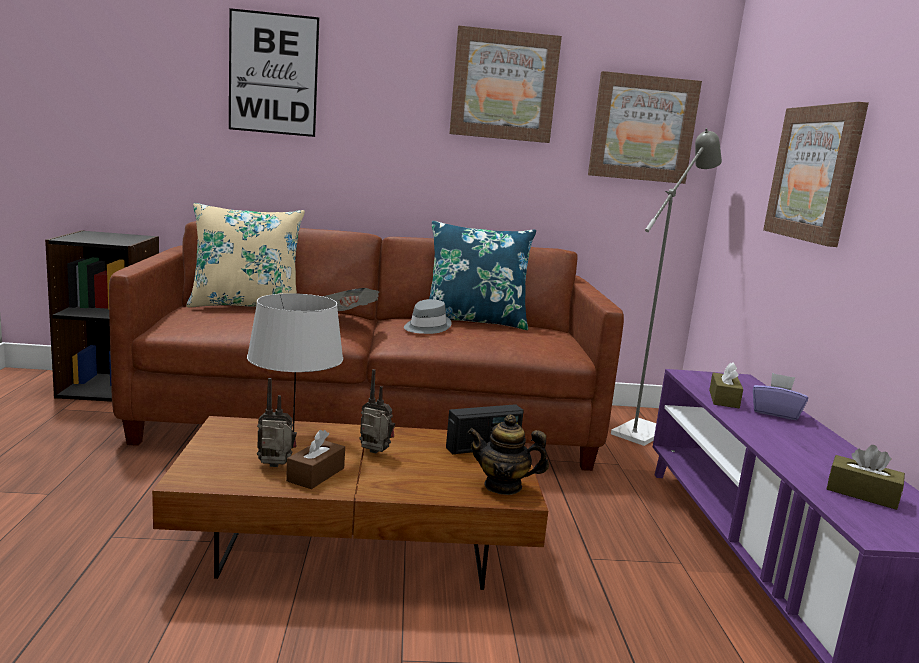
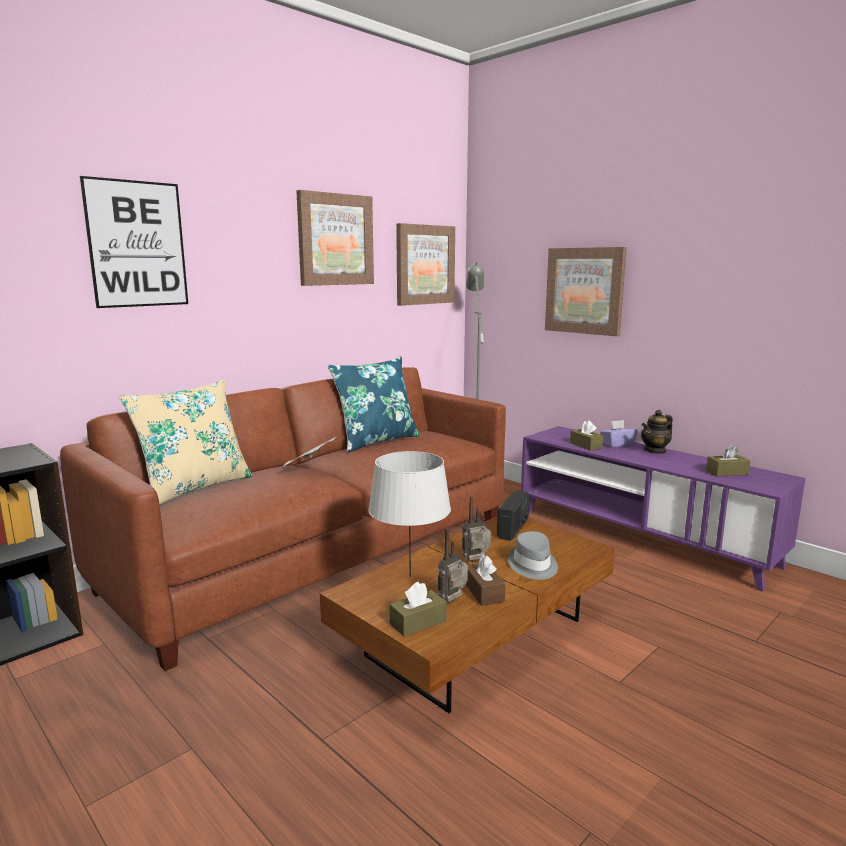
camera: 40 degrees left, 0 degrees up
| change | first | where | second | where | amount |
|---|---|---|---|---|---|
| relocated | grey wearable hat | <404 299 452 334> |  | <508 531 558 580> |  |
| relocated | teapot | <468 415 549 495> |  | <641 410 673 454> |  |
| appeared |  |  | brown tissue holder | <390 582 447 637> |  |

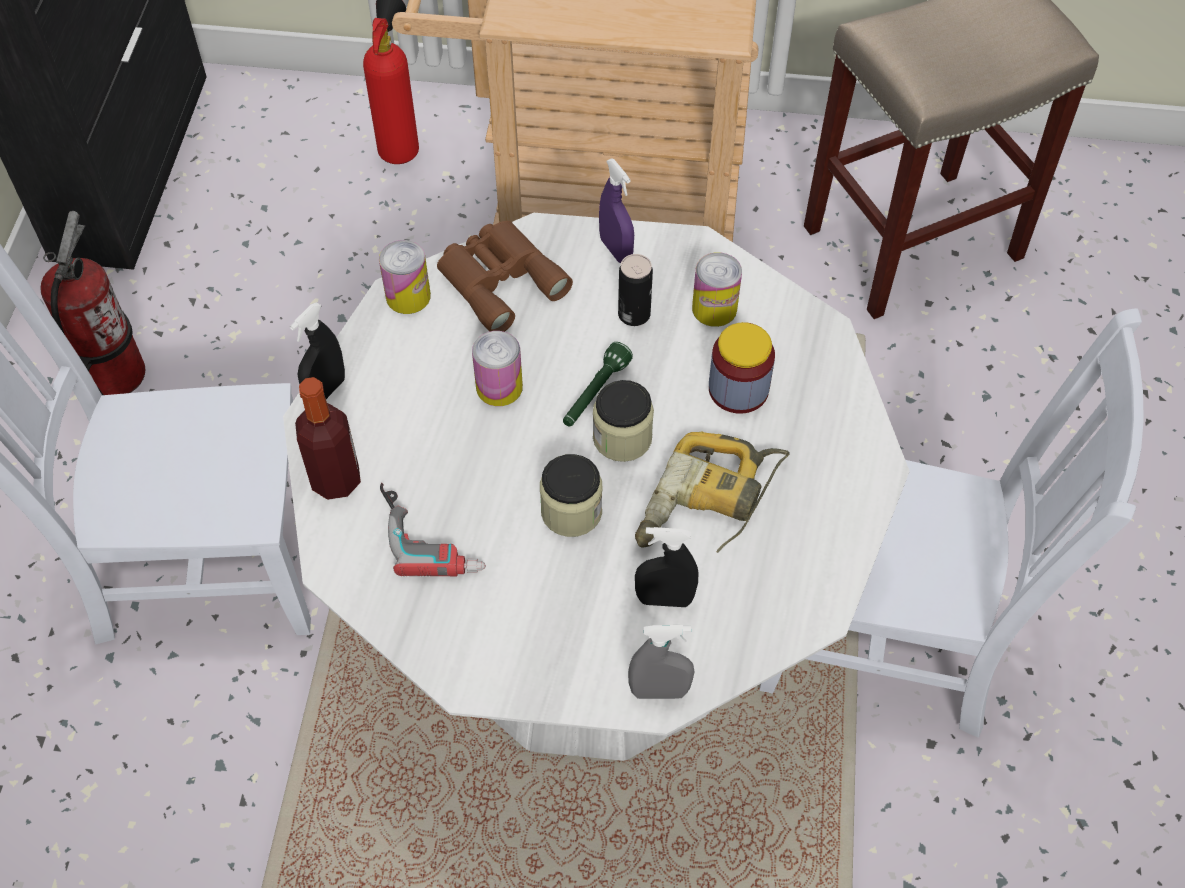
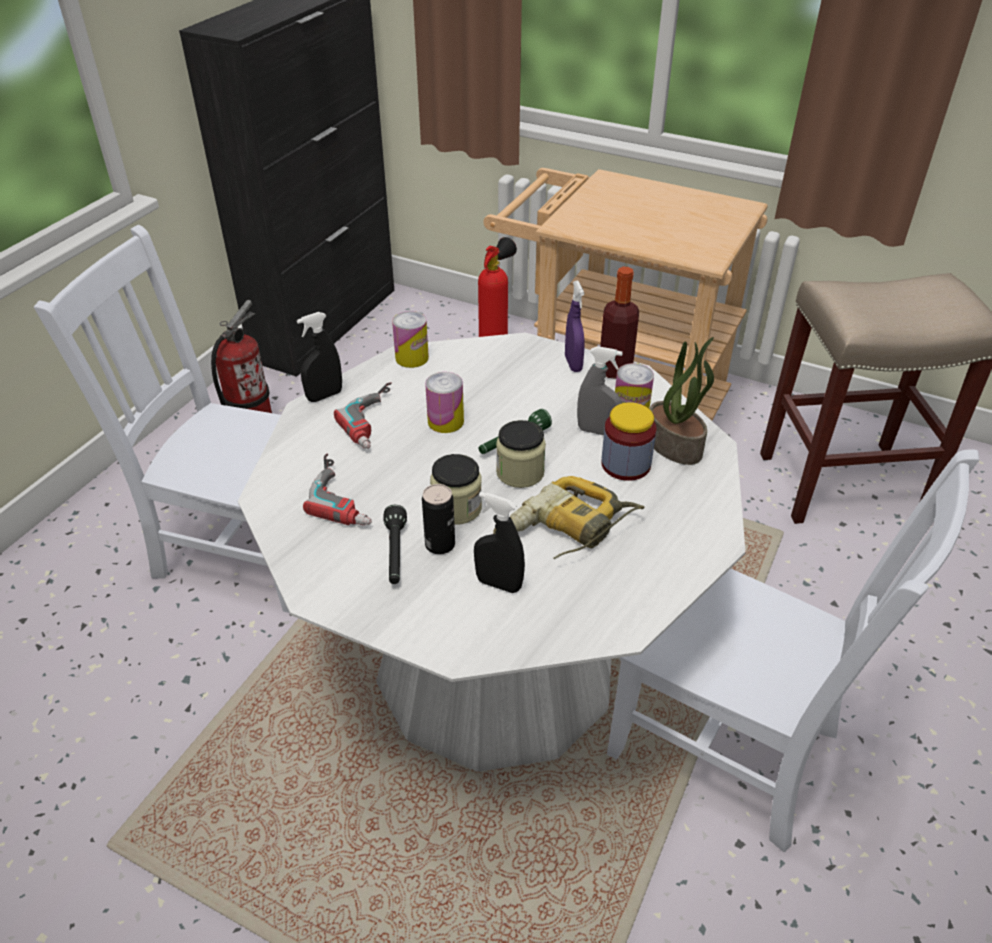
camera: 20 degrees right, 15 degrees down
| change | first | where | second | where | amount |
|---|---|---|---|---|---|
| relocated | bottle | <295 377 361 500> |  | <600 267 639 379> |  |
| missing | brown field glasses | <437 221 573 332> |  |  |  |
| relocated | metal can | <618 254 653 326> |  | <422 484 455 554> |  |
| relocated | grey spray bottle | <628 625 694 699> |  | <577 346 623 435> |  |
| appeared |  |  | power drill | <334 382 392 449> |  |
| appeared |  |  | blackish flashlight | <383 505 407 584> |  |
| appeared |  |  | houseplant | <650 337 714 465> |  |

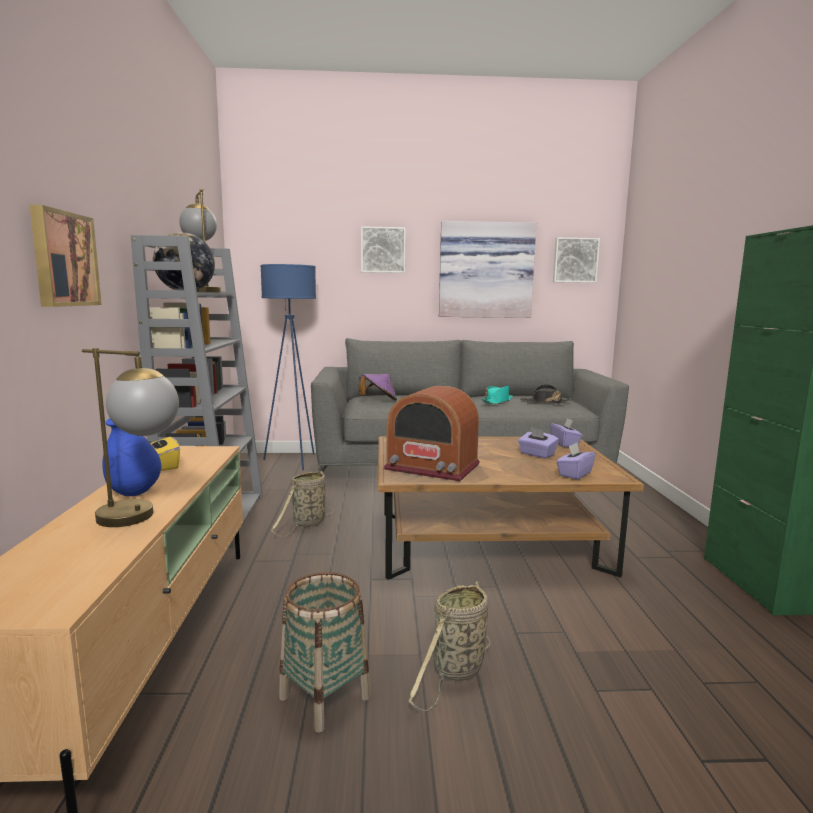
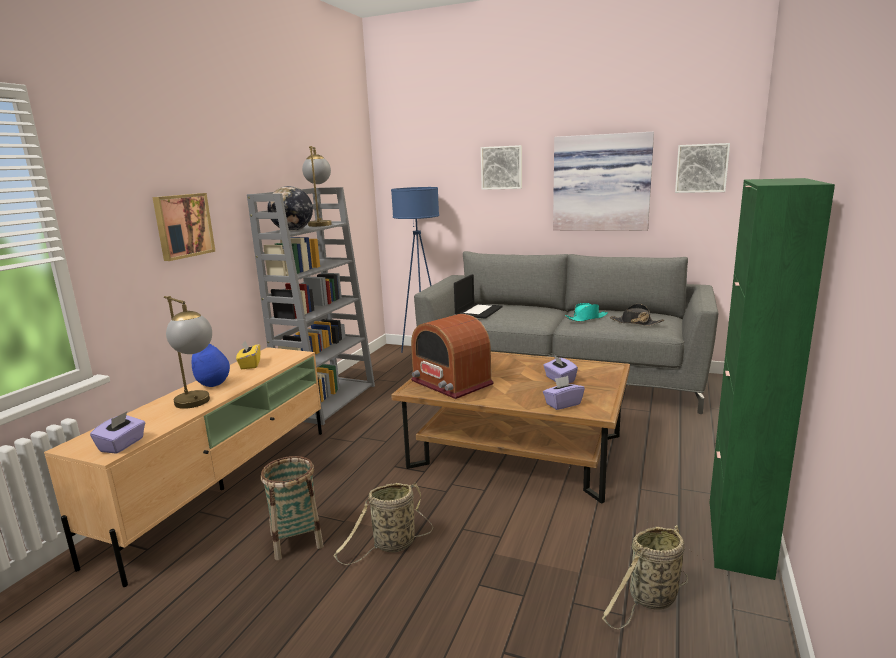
camera: 25 degrees right, 5 degrees up
| change | first | where | second | where | amount |
|---|---|---|---|---|---|
| relocated | storage basket | <271 470 333 536> |  | <602 525 688 629> |  |
| exchanged | purple wearable hat | <359 374 397 401> | notebook computer | <454 274 502 319> |  |
| relocated | purple tissue holder | <550 418 582 447> |  | <90 412 145 454> |  |

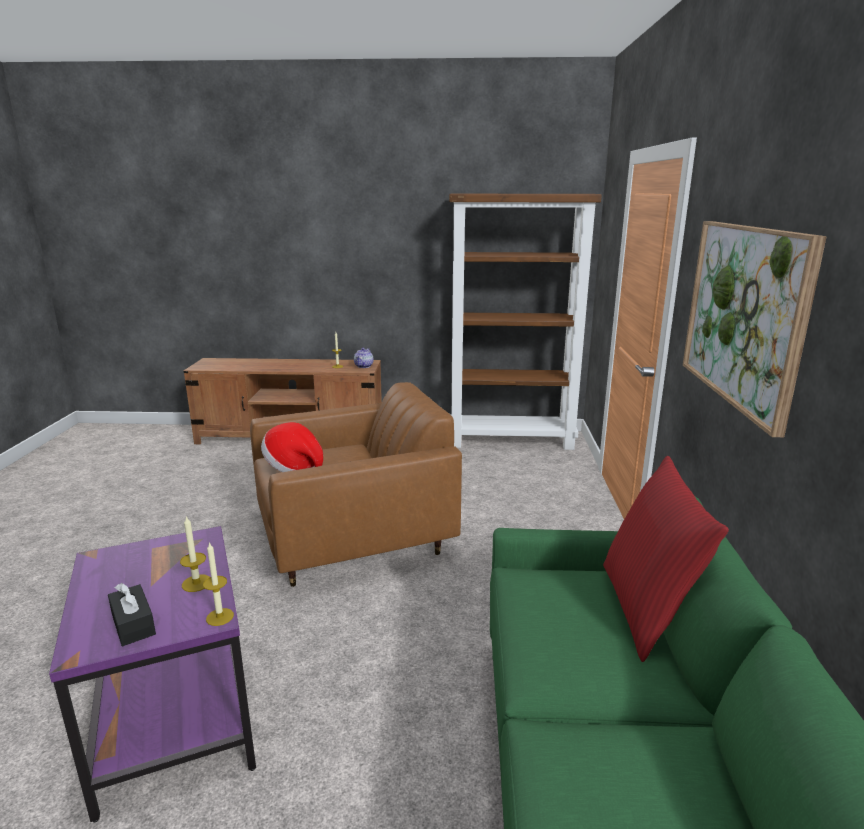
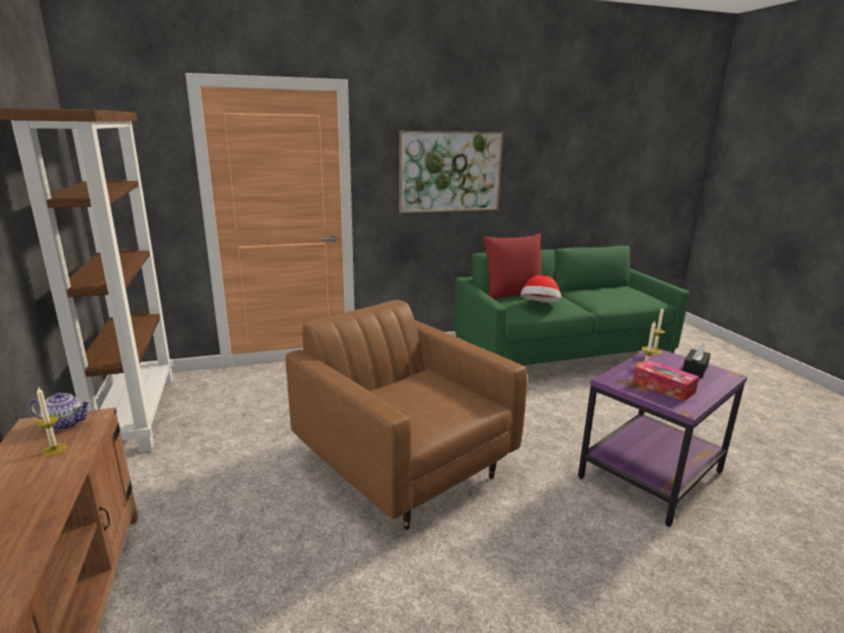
camera: 110 degrees left, 0 degrees up
| change | first | where | second | where | amount |
|---|---|---|---|---|---|
| relocated | wearable hat | <261 422 323 472> |  | <521 275 561 302> |  |
| appeared |  |  | tissue holder | <633 360 699 401> |  |

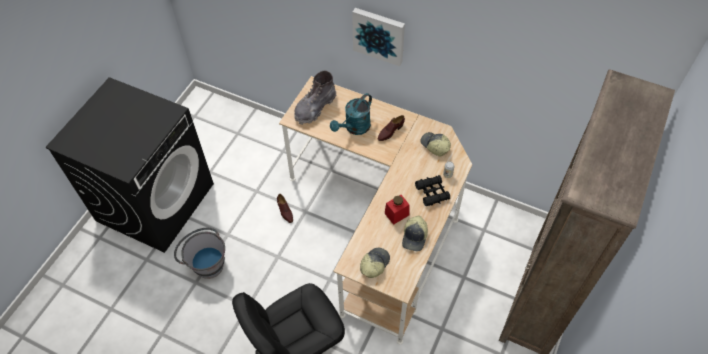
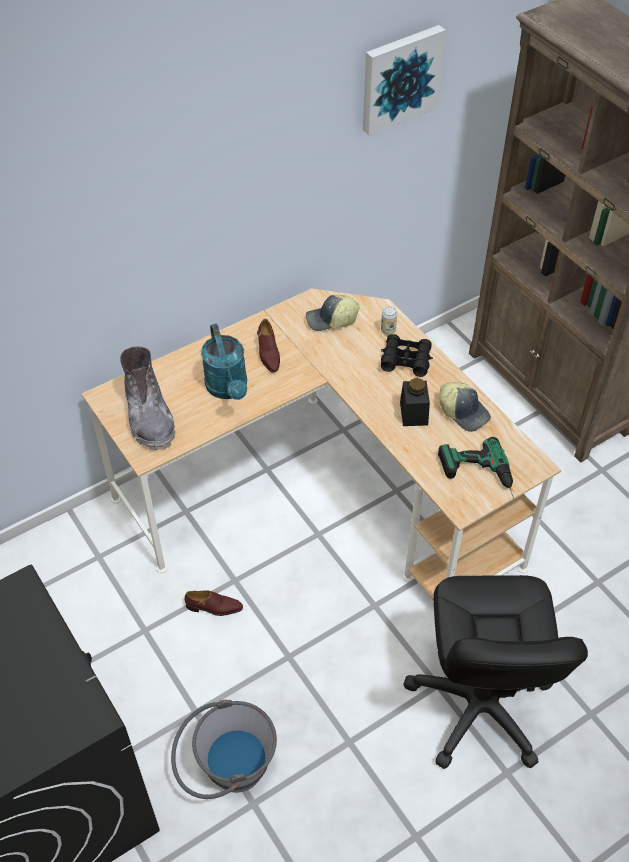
camera: 60 degrees left, 5 degrees down
| change | first | where | second | where | amount |
|---|---|---|---|---|---|
| relocated | wall picture | <352 8 405 66> |  | <363 25 446 135> |  |
| exchanged | baseball cap | <360 248 390 278> | power drill | <438 437 514 499> |  |
| colour | reddish storage jar | <385 195 410 225> | blackish storage jar | <400 378 430 426> |  |

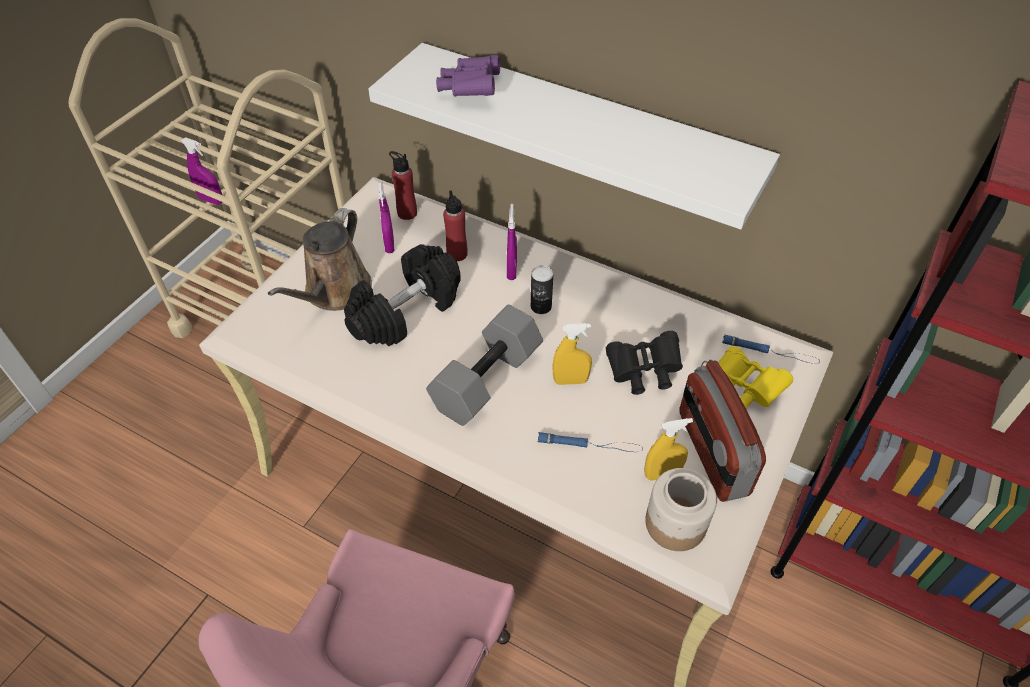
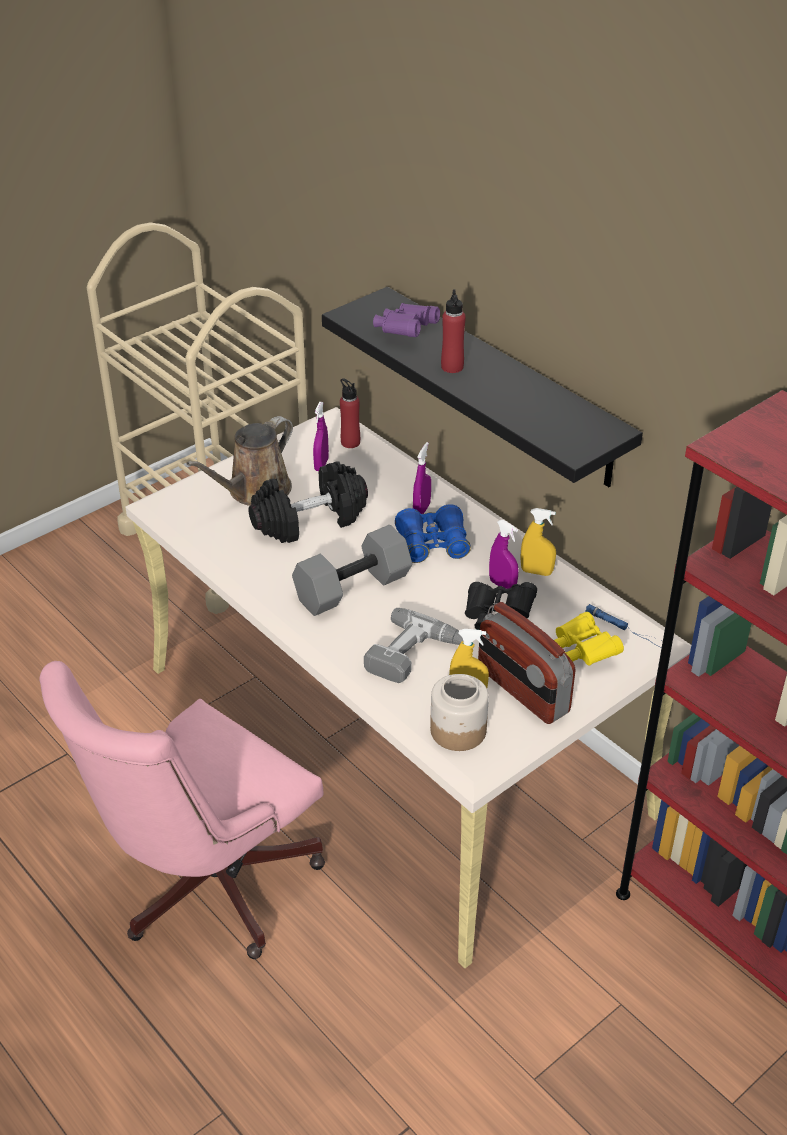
camera: 20 degrees right, 10 degrees down
| change | first | where | second | where | amount |
|---|---|---|---|---|---|
| relocated | purple spray bottle | <181 137 223 205> |  | <489 520 518 589> |  |
| colour | whitish wall shelf | <368 43 780 229> | blackish wall shelf | <322 287 643 487> |  |
| relocated | reddish bottle | <443 191 468 261> |  | <441 289 466 373> |  |
| exchanged | metal can | <531 265 553 314> | blue-coloured field glasses | <395 504 471 563> |  |
| exchanged | blue-coloured flashlight | <538 432 643 452> | power drill | <364 608 463 683> |  |
| relocated | yellow spray bottle | <553 323 592 385> |  | <520 508 556 576> |  |
| spun | radio set | <679 360 766 502> |  | <478 602 575 724> | 45 degrees counterclockwise |

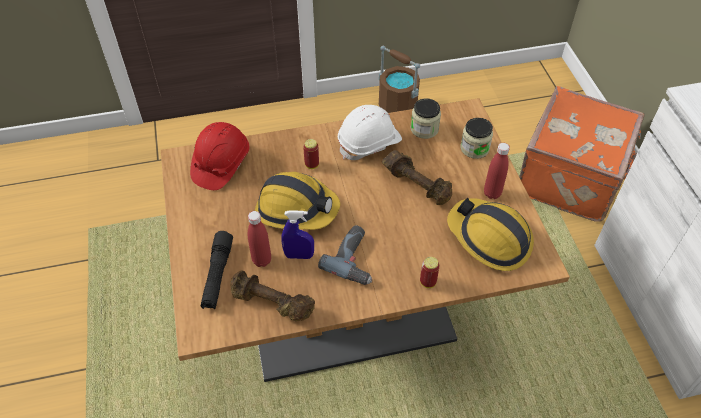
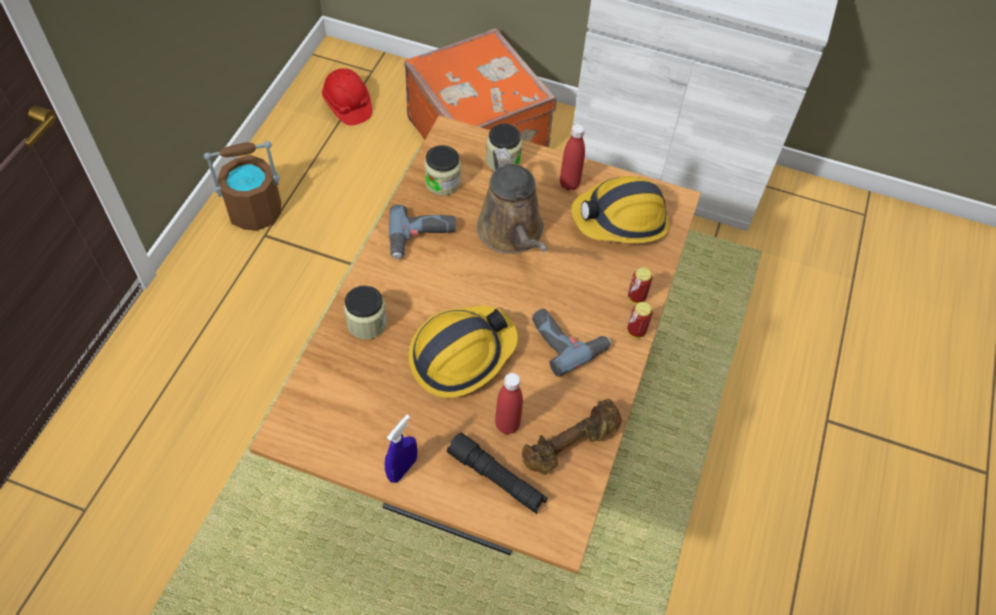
camera: 60 degrees left, 5 degrees up
| change | first | where | second | where | amount |
|---|---|---|---|---|---|
| relocated | reddish safety helmet | <190 122 249 190> |  | <322 68 372 126> |  |
| relocated | blue-coloured spray bottle | <281 210 314 259> |  | <385 415 417 483> |  |
| relocated | metal can | <303 139 319 169> |  | <627 302 653 338> |  |
| exchanged | whitish safety helmet | <338 105 402 160> | power drill | <389 204 455 260> |  |
| exchanged | brown dumbbell | <382 150 452 205> | brown watering can | <477 148 547 254> |  |
| appeared |  |  | storage jar | <344 286 387 340> |  |

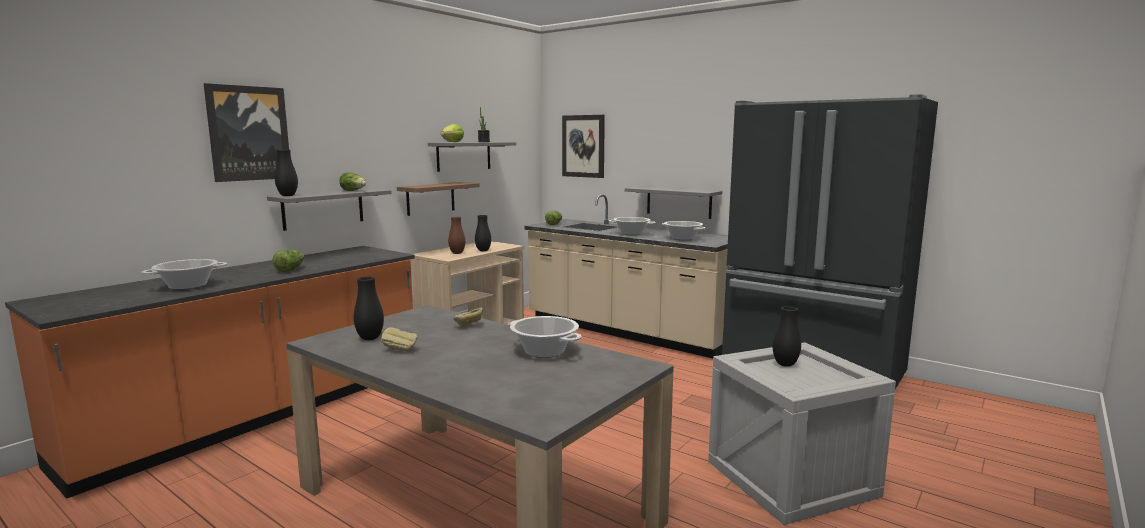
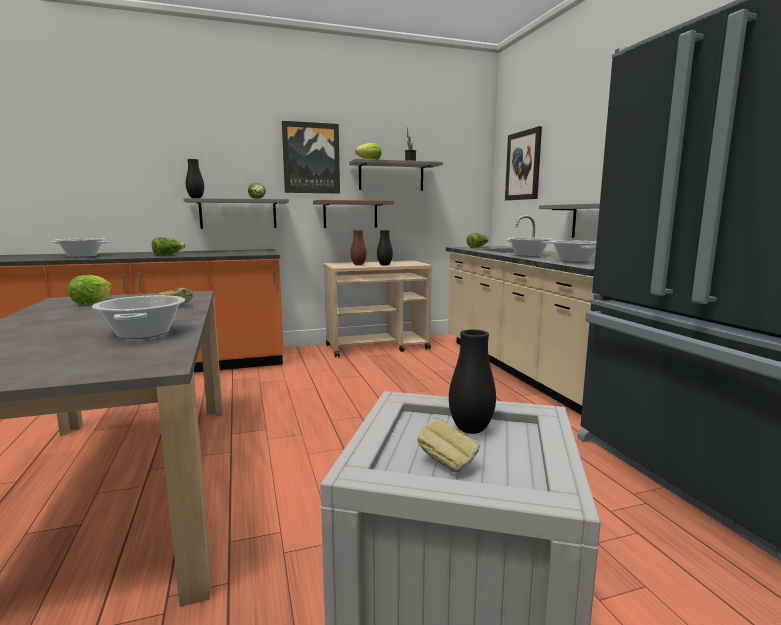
camera: 35 degrees right, 0 degrees up
| change | first | where | second | where | amount |
|---|---|---|---|---|---|
| relocated | wall picture | <204 83 289 182> |  | <282 121 340 193> |  |
| exchanged | blackish decorative vase | <354 276 384 340> | lettuce head | <67 275 112 305> |  |
| relocated | bread | <381 327 417 352> |  | <417 418 480 472> |  |

